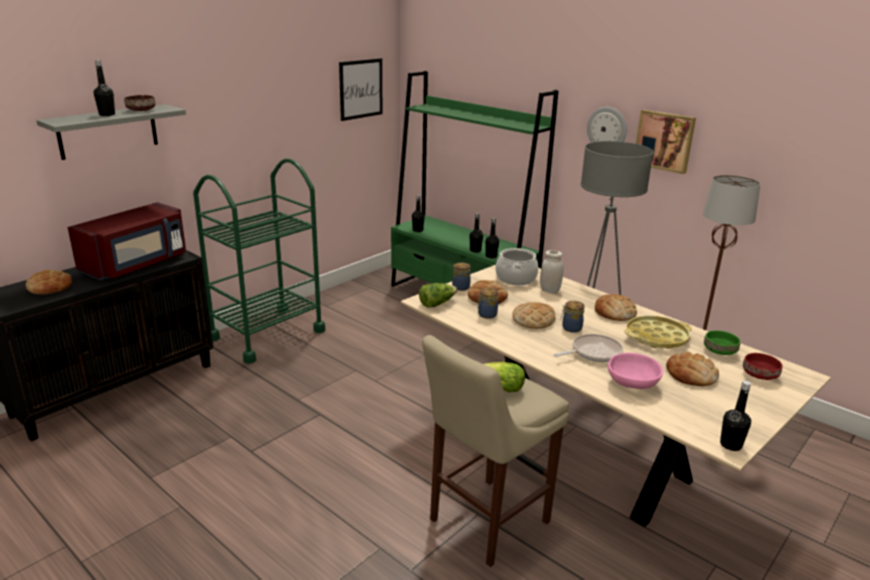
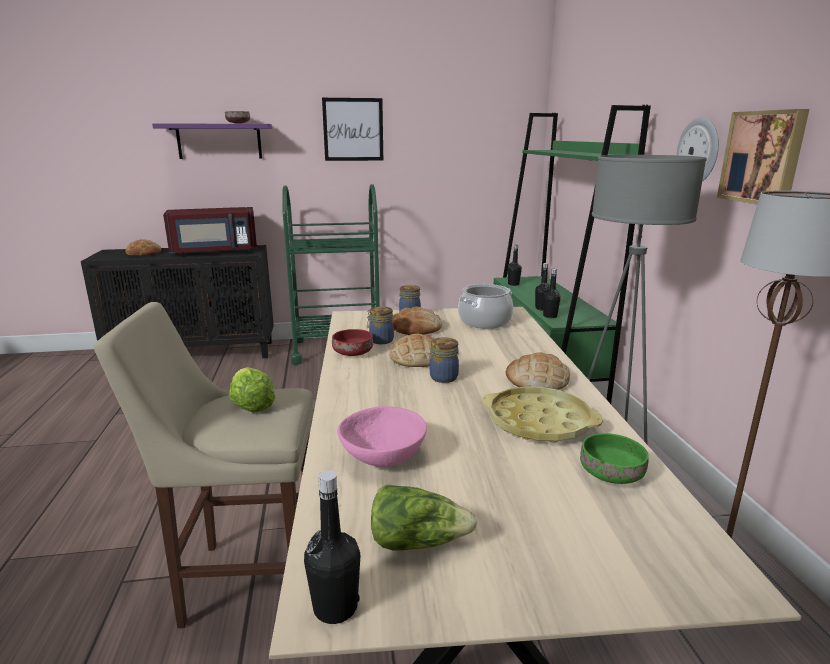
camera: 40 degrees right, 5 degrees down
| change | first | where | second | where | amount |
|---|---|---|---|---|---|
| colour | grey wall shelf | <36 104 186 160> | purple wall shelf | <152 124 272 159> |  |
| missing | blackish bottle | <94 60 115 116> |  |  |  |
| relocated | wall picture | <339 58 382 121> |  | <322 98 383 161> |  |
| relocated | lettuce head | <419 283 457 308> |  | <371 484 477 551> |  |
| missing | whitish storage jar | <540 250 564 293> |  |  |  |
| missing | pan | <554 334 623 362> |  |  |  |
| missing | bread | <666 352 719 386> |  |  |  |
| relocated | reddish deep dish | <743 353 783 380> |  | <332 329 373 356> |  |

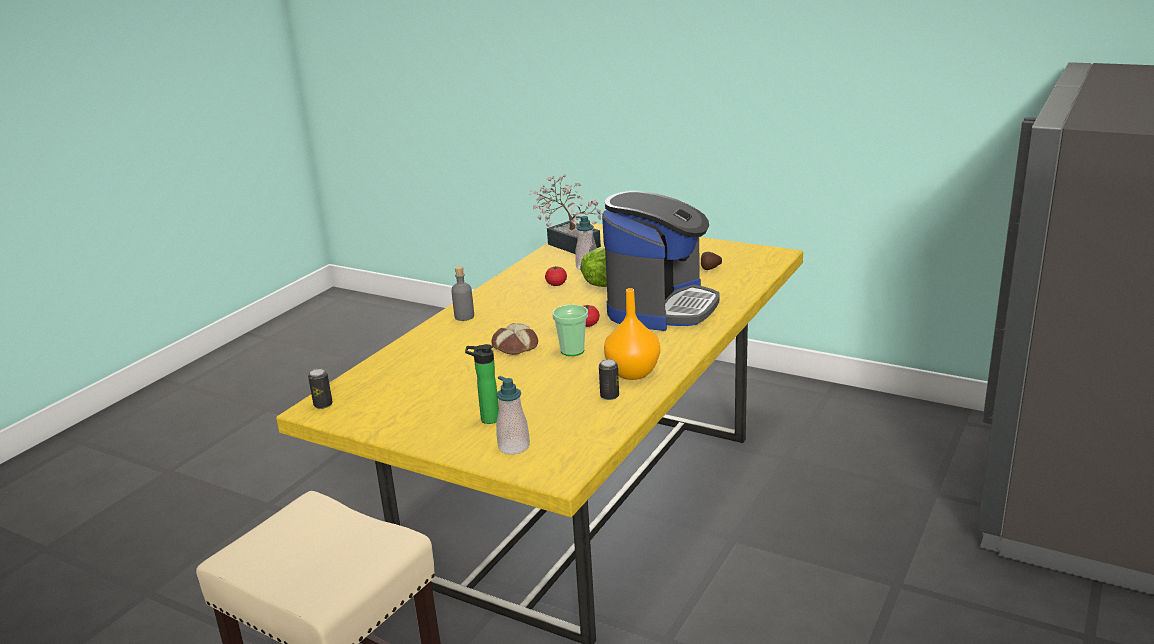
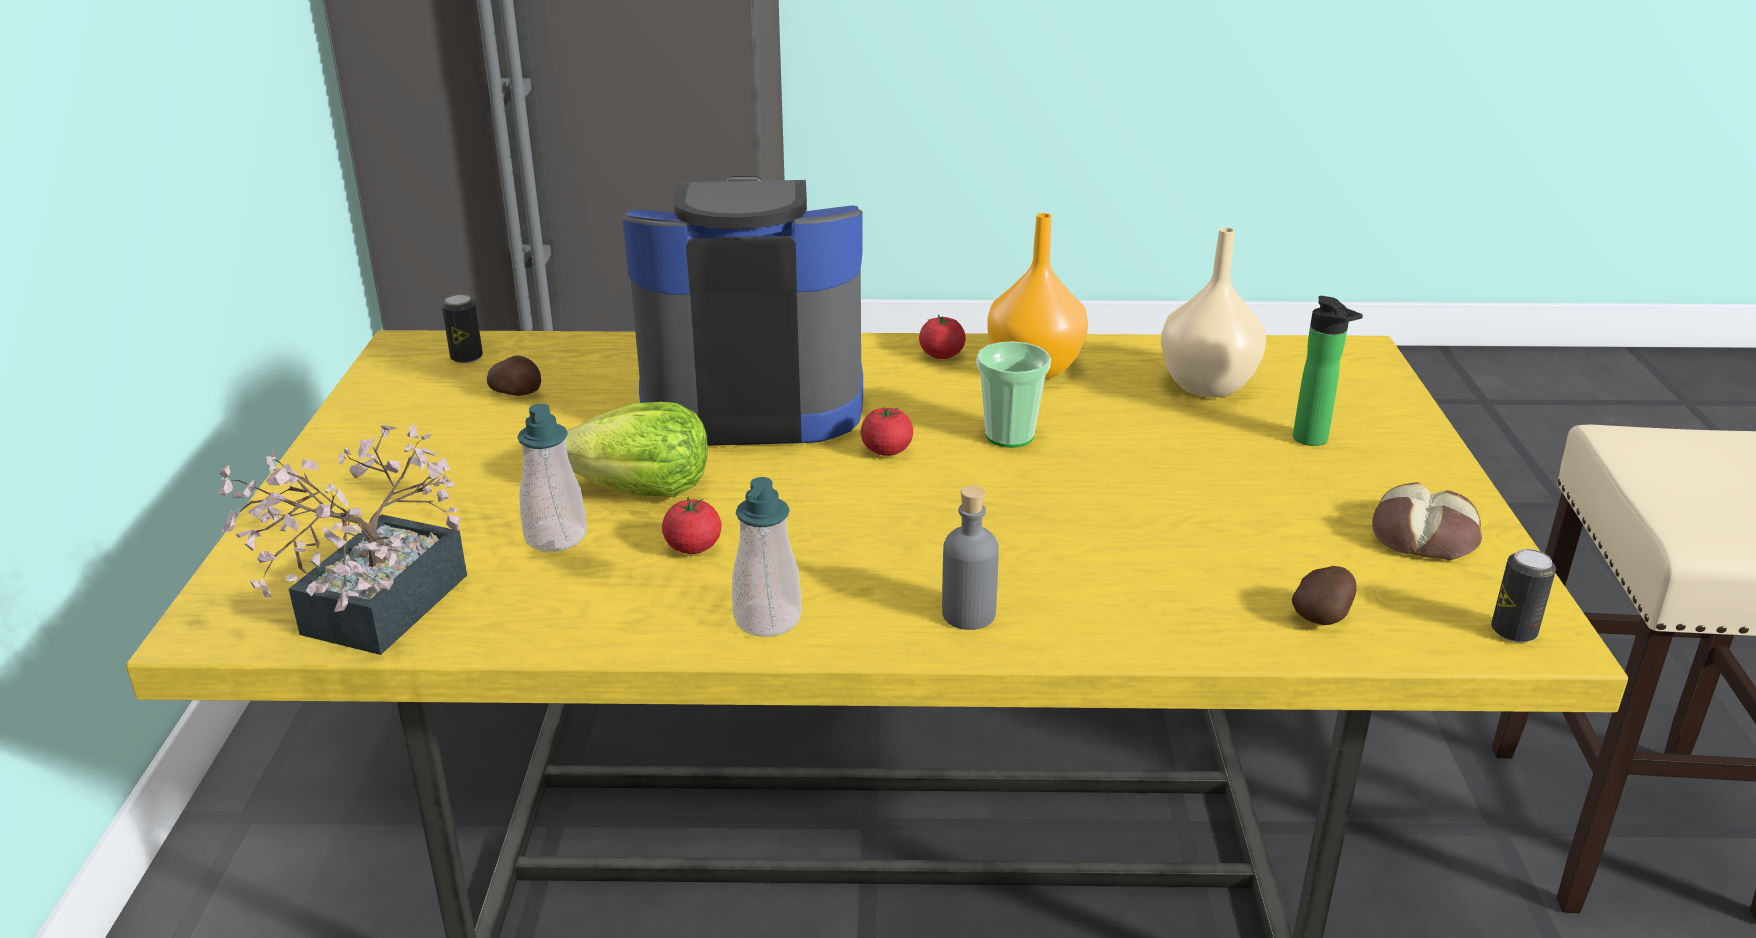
camera: 120 degrees left, 5 degrees up
| change | first | where | second | where | amount |
|---|---|---|---|---|---|
| relocated | bread | <491 323 538 355> |  | <1372 482 1482 560> |  |
| relocated | soap dispenser | <496 376 530 454> |  | <732 477 802 637> |  |
| relocated | metal can | <599 359 619 400> |  | <442 294 483 363> |  |
| appeared |  |  | whole tomato | <919 315 966 359> |  |
| appeared |  |  | beige-coloured decorative vase | <1161 227 1266 397> |  |
| appeared |  |  | potato | <1292 566 1357 625> |  |

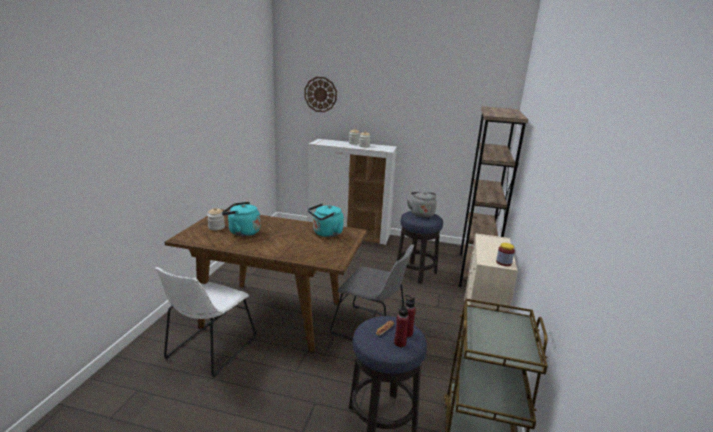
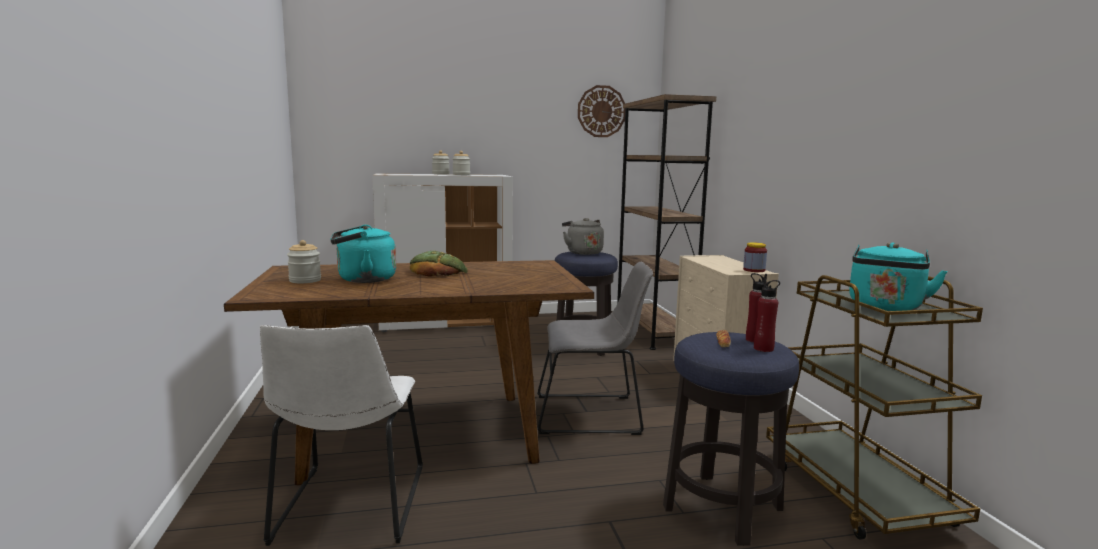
camera: 25 degrees left, 10 degrees down
| change | first | where | second | where | amount |
|---|---|---|---|---|---|
| relocated | clock on the wall | <304 77 337 112> |  | <578 85 625 137> |  |
| relocated | blue-green water kettle | <308 203 344 237> |  | <849 242 948 311> |  |
| appeared |  |  | bread | <410 250 468 276> |  |

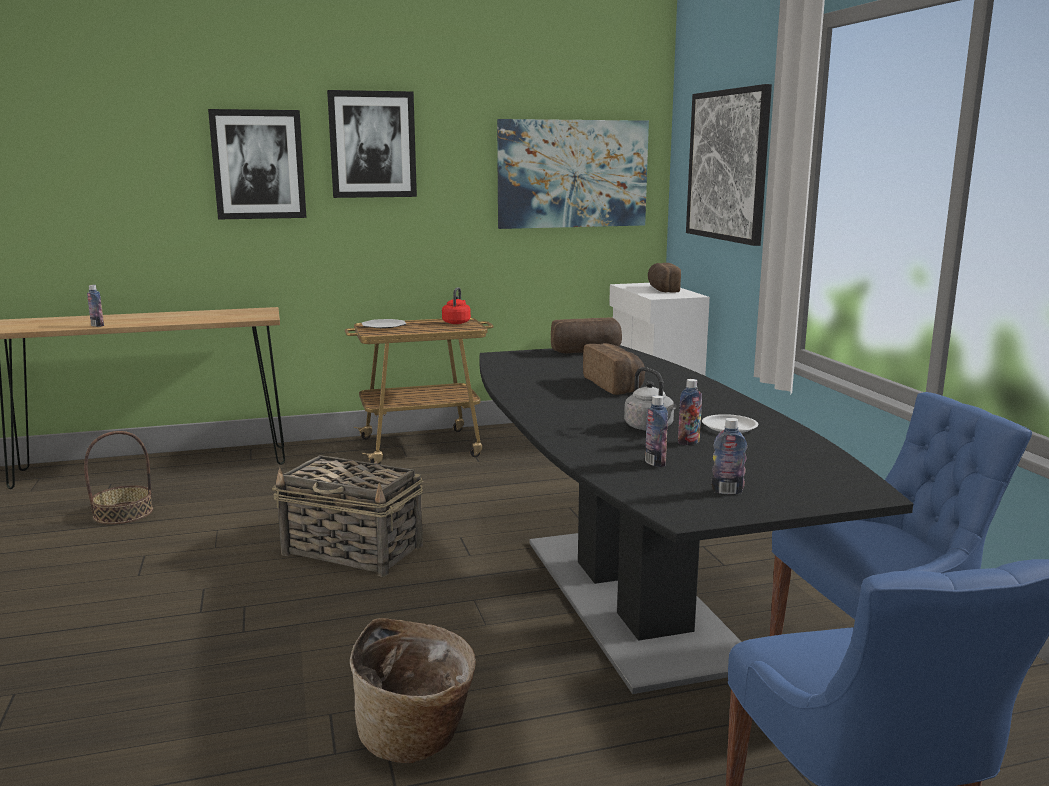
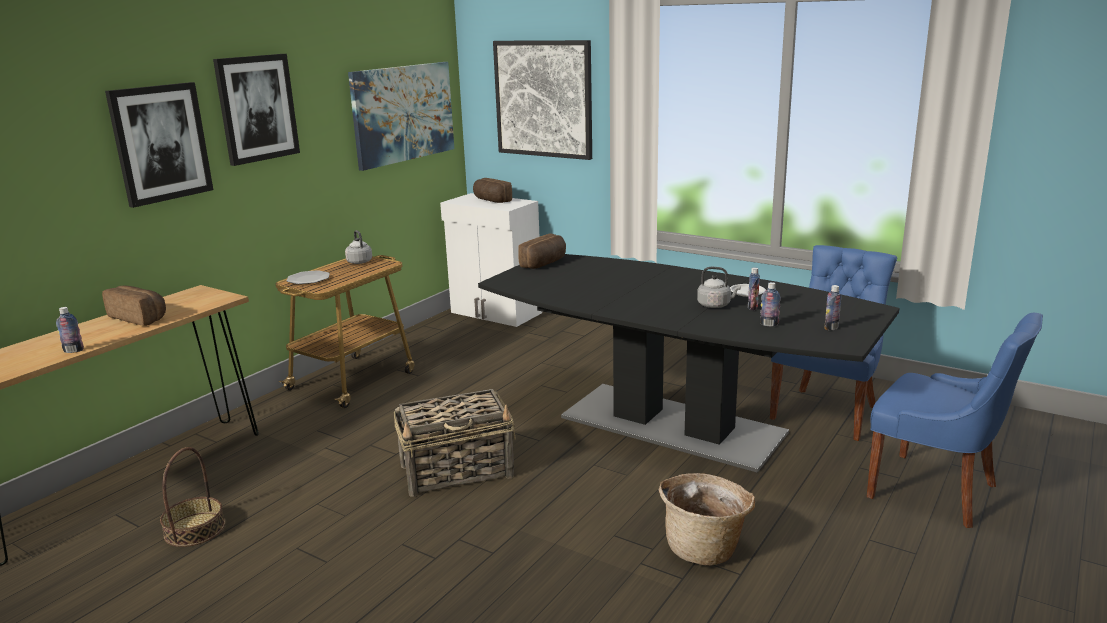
camera: 40 degrees left, 5 degrees up
| change | first | where | second | where | amount |
|---|---|---|---|---|---|
| colour | reddish water kettle | <442 287 471 324> | grey water kettle | <345 230 372 264> |  |
| relocated | bread | <583 343 645 395> |  | <102 286 166 326> |  |

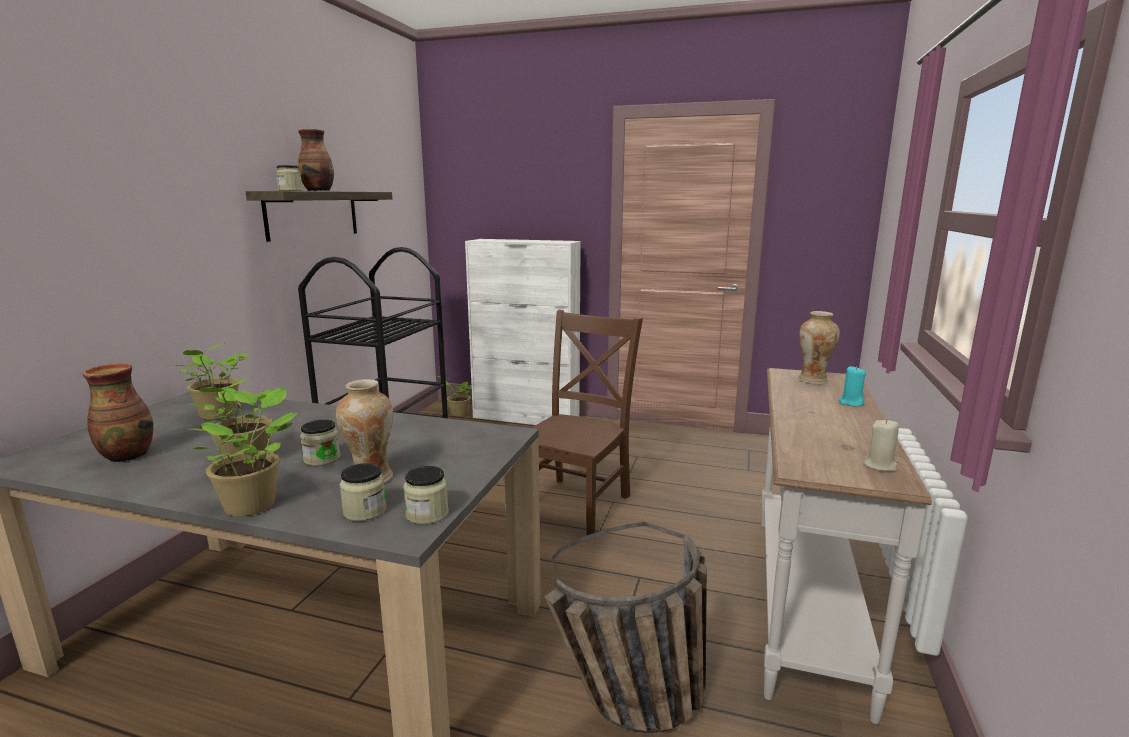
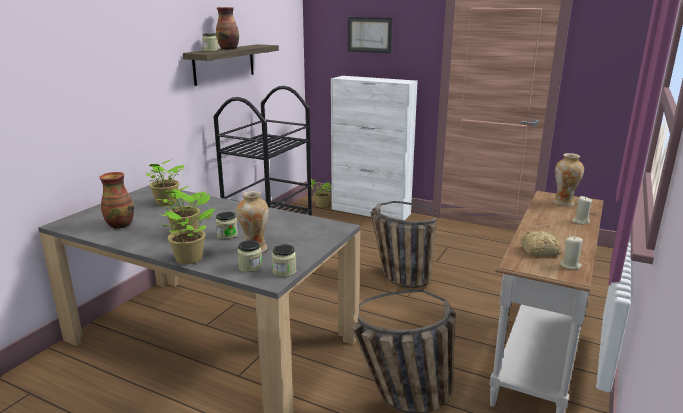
camera: 10 degrees right, 5 degrees up
| change | first | where | second | where | amount |
|---|---|---|---|---|---|
| exchanged | brown upright chair | <532 310 643 535> | storage basket | <371 201 437 288> |  |
| colour | blue-green candle | <839 366 866 407> | beige-coloured candle | <572 196 592 225> |  |
| appeared |  |  | wall picture | <348 17 392 54> |  |
| appeared |  |  | bread | <521 231 560 256> |  |

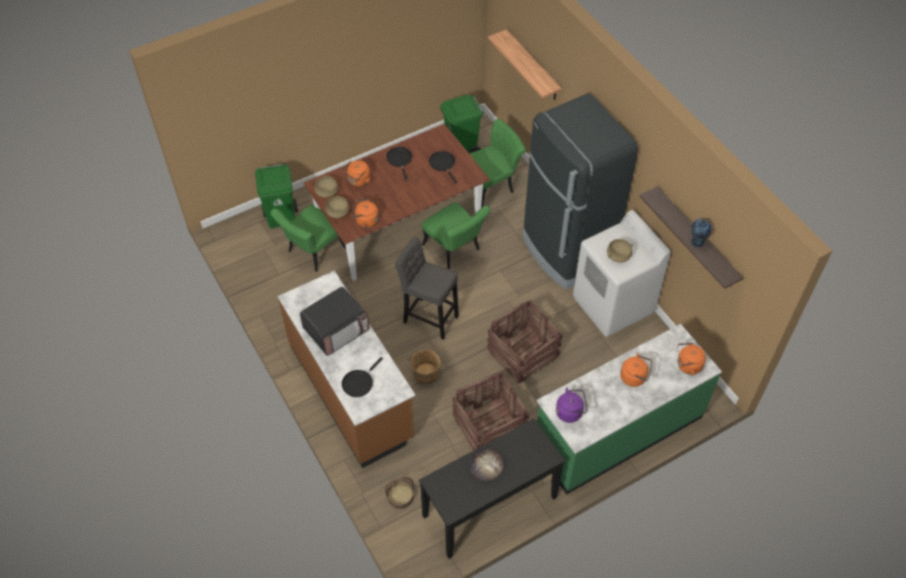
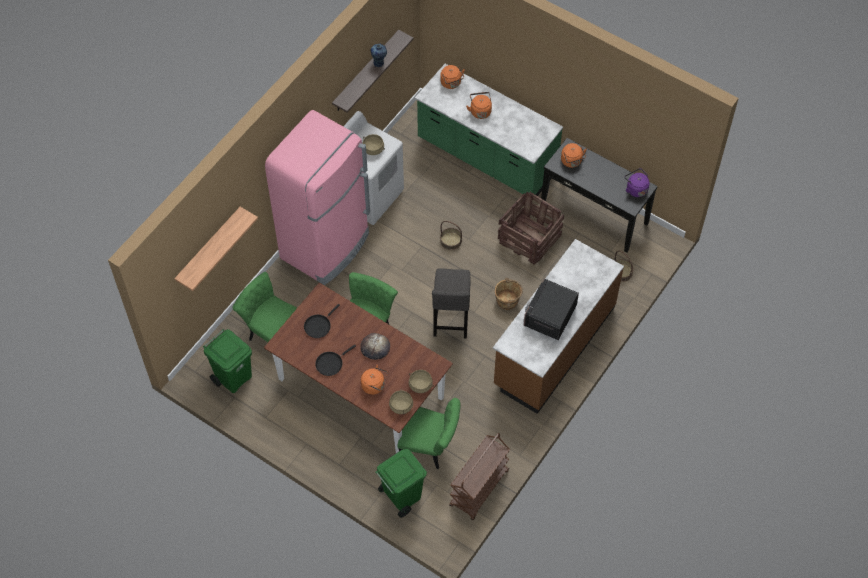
camera: 115 degrees left, 5 degrees up
| change | first | where | second | where | amount |
|---|---|---|---|---|---|
| spun | kitchen microwave | <300 287 369 356> |  | <523 279 579 340> | 90 degrees counterclockwise |
| missing | blackish pan | <342 357 383 397> |  |  |  |
| relocated | orange water kettle | <352 199 379 228> |  | <561 143 587 168> |  |
| relocated | bread | <469 447 505 481> |  | <360 333 390 360> |  |
| exchanged | packing crate | <487 300 563 384> | storage basket | <440 221 462 250> |  |
| colour | blackish kitchen fridge | <522 94 638 290> | pink kitchen fridge | <265 110 370 285> |  |
| relocated | purple water kettle | <556 388 588 423> |  | <624 168 649 197> |  |
| appeared |  |  | brown wheeled cart | <449 433 510 520> |  |

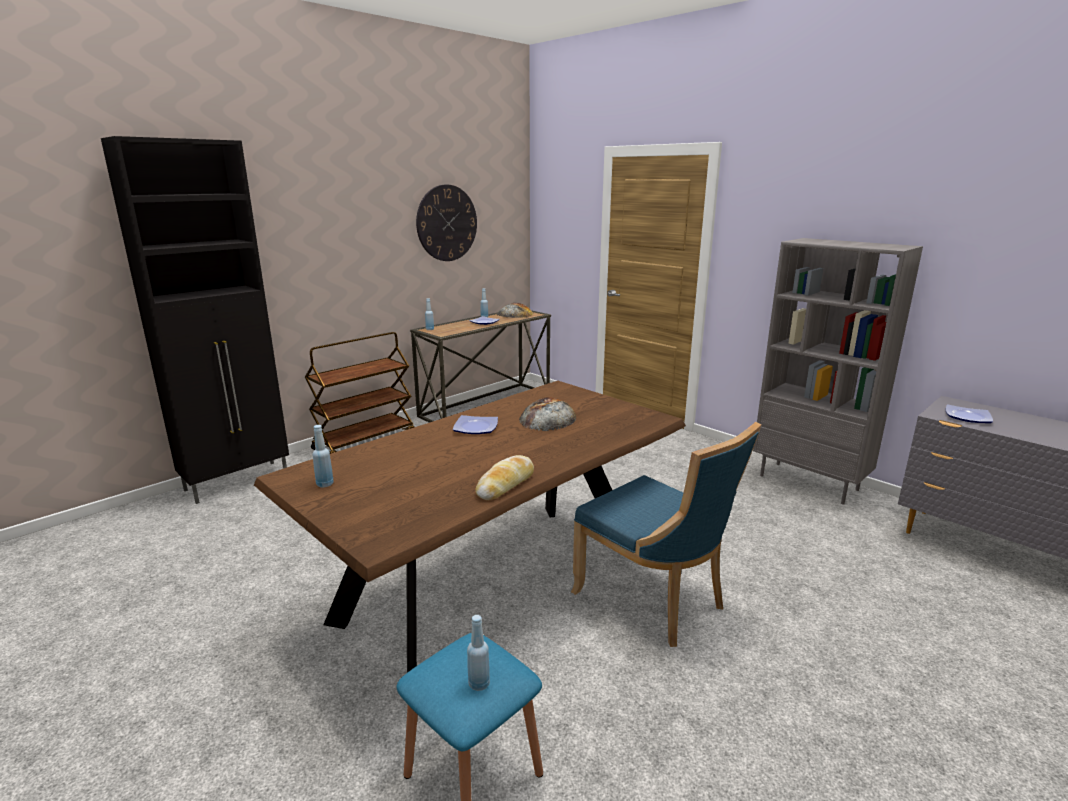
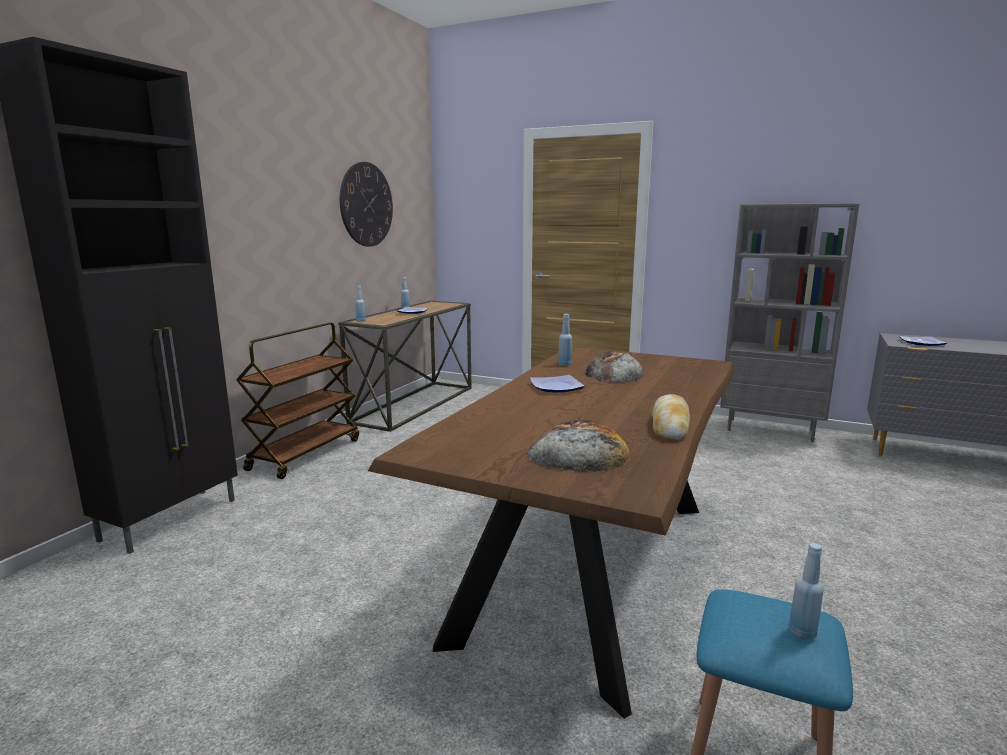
camera: 20 degrees left, 5 degrees down
| change | first | where | second | where | amount |
|---|---|---|---|---|---|
| relocated | blue-coloured bottle | <312 425 334 487> |  | <558 314 572 366> |  |
| relocated | bread | <497 303 533 318> |  | <527 420 631 472> |  |
| missing | blue-coloured upright chair | <571 422 762 647> |  |  |  |

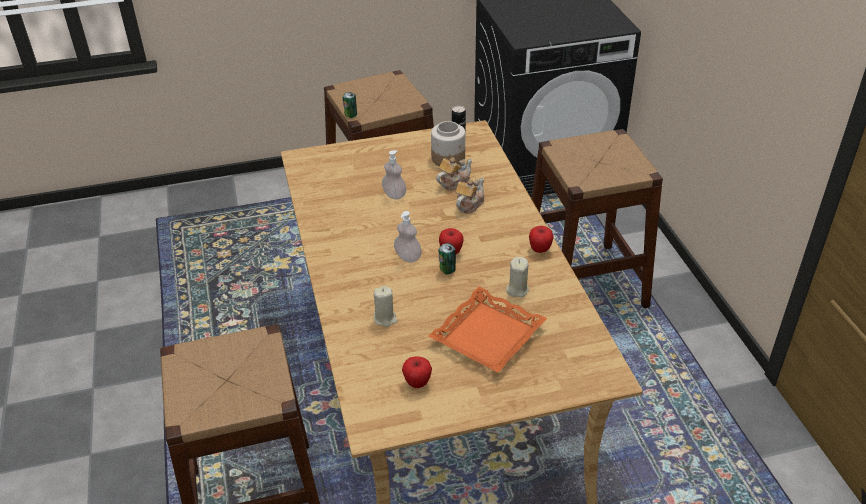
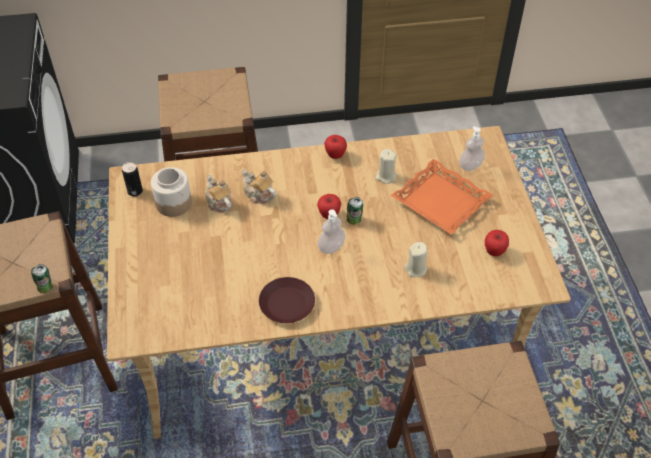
camera: 85 degrees left, 10 degrees up
| change | first | where | second | where | amount |
|---|---|---|---|---|---|
| relocated | soap dispenser | <382 150 406 200> |  | <459 126 485 171> |  |
| appeared |  |  | brown dinner plate | <259 277 315 323> |  |

